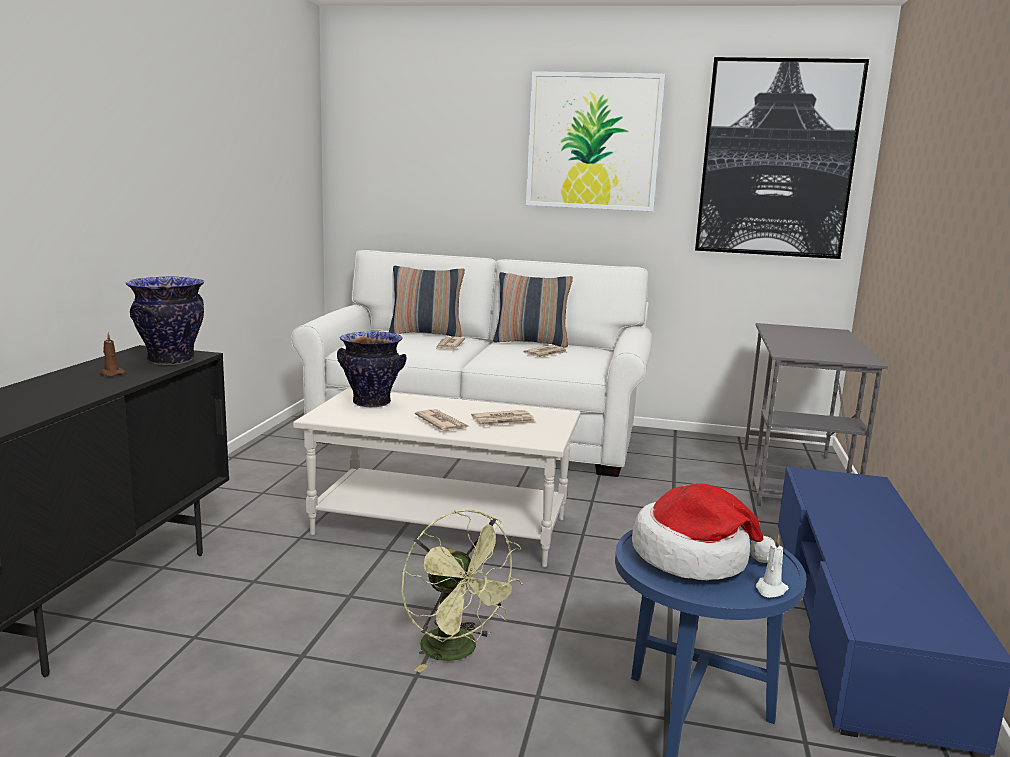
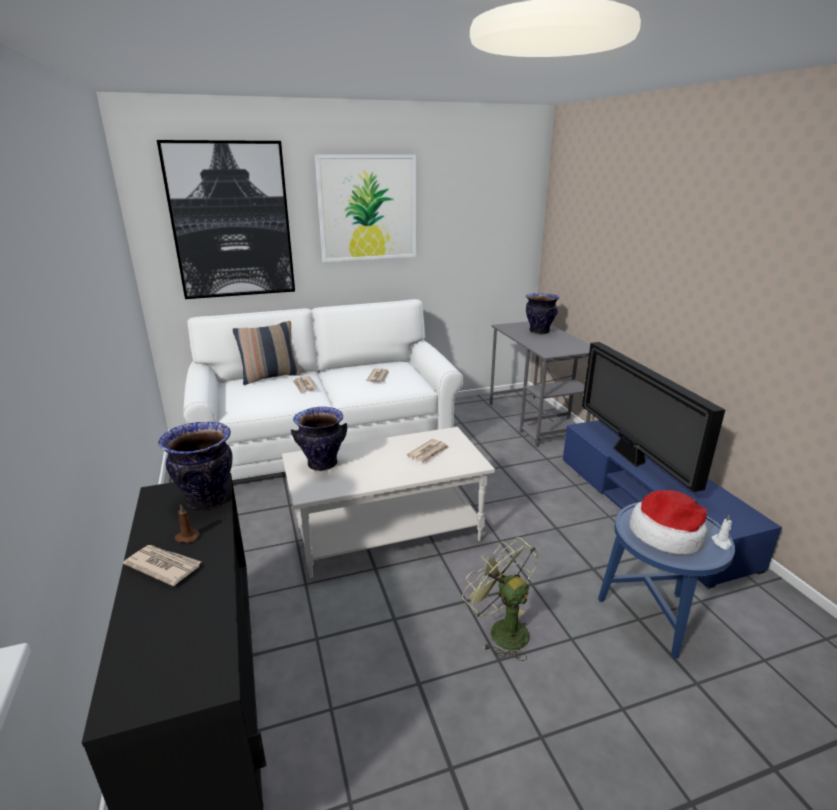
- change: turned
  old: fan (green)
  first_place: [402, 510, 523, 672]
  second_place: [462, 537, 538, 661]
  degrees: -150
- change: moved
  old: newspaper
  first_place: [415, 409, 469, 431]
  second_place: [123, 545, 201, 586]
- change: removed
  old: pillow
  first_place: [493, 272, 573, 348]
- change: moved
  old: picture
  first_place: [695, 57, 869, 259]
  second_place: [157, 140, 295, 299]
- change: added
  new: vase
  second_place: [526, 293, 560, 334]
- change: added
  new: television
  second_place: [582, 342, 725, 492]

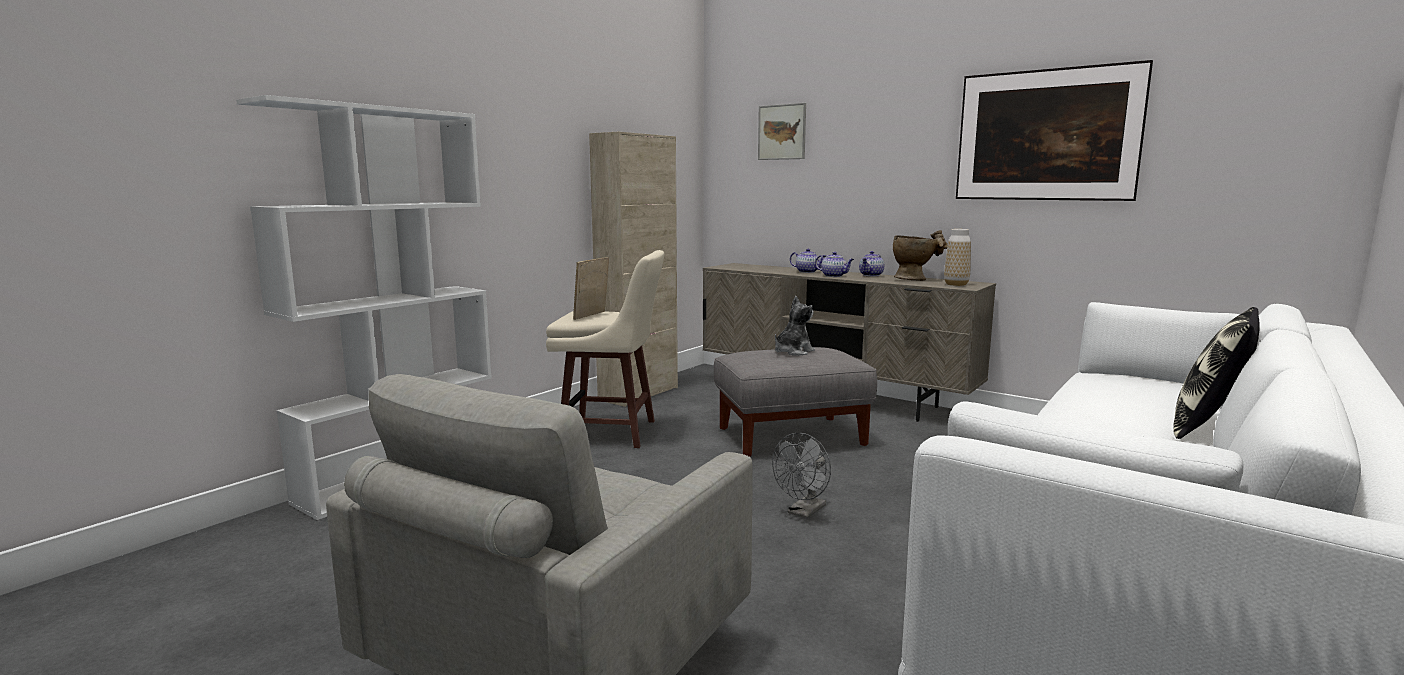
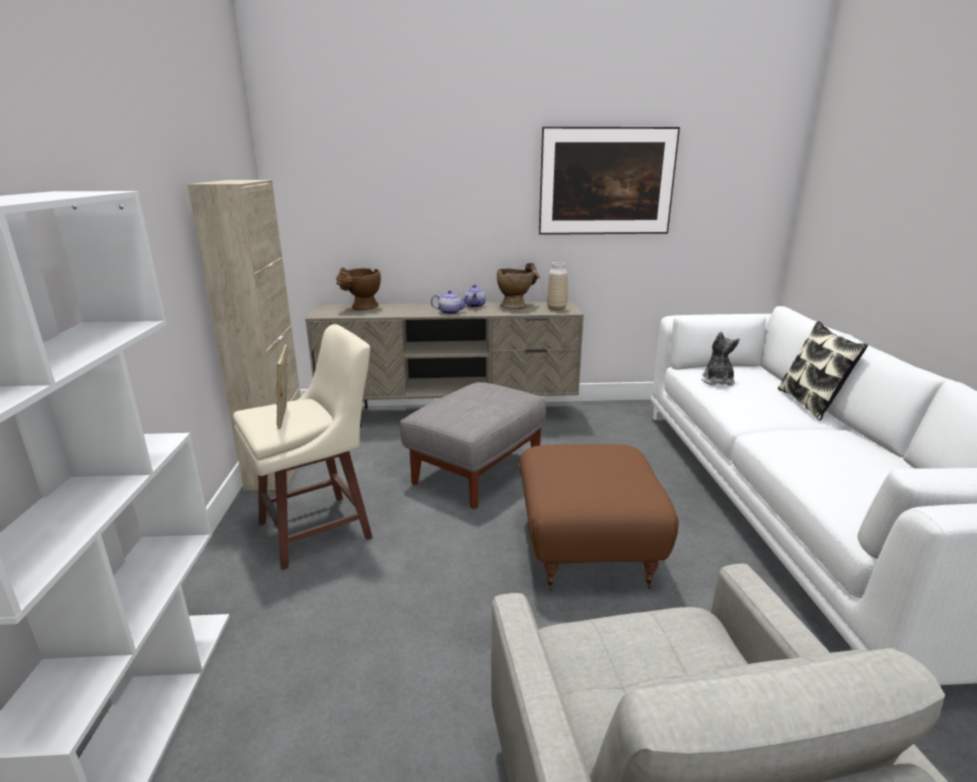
- change: removed
  old: picture
  first_place: [758, 103, 806, 160]
- change: replaced
  old: fan (grey)
  new: ottoman (brown)
  first_place: [772, 433, 831, 519]
  second_place: [519, 444, 679, 590]
- change: moved
  old: plush toy
  first_place: [775, 296, 815, 356]
  second_place: [702, 332, 740, 386]
- change: removed
  old: teapot
  first_place: [790, 249, 826, 273]
- change: added
  new: vase (brown)
  second_place: [336, 267, 381, 310]

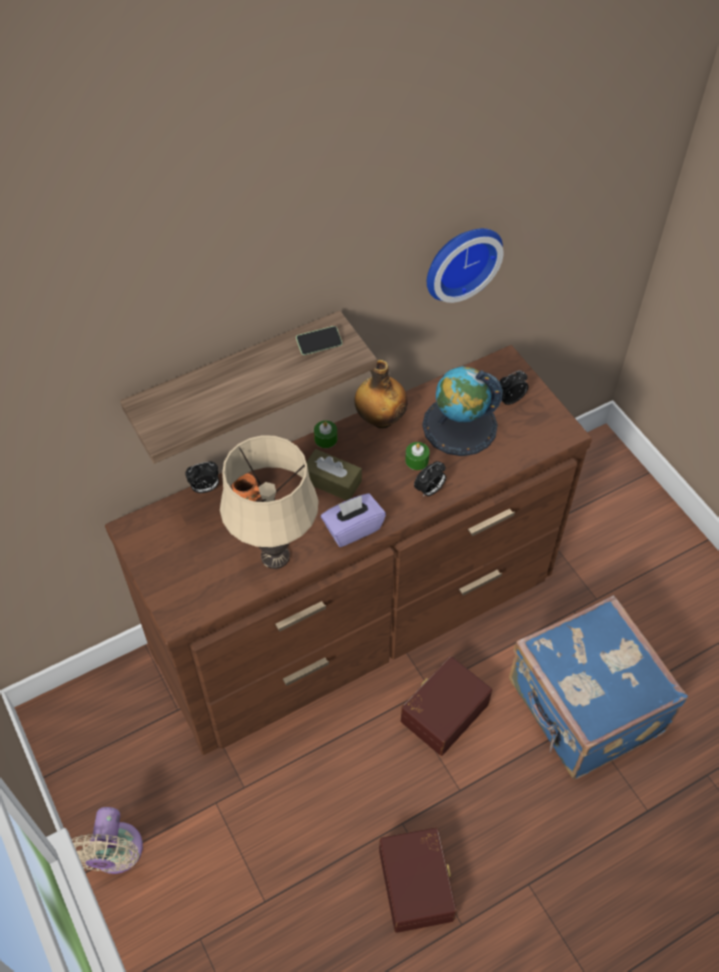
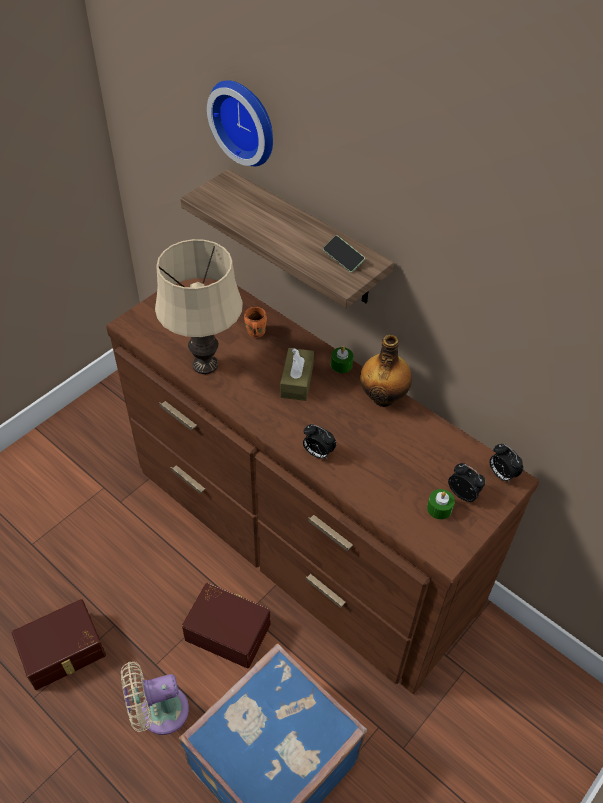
- change: moved
  old: fan (beige)
  first_place: [72, 807, 143, 874]
  second_place: [121, 662, 189, 735]
- change: moved
  old: alarm clock
  first_place: [185, 461, 219, 493]
  second_place: [489, 444, 523, 482]
- change: removed
  old: tissue box (purple)
  first_place: [321, 493, 386, 547]
- change: moved
  old: candle (green)
  first_place: [405, 442, 430, 470]
  second_place: [427, 489, 455, 519]
- change: removed
  old: globe
  first_place: [422, 366, 503, 456]
- change: moved
  old: wall clock
  first_place: [427, 228, 504, 303]
  second_place: [207, 80, 273, 166]

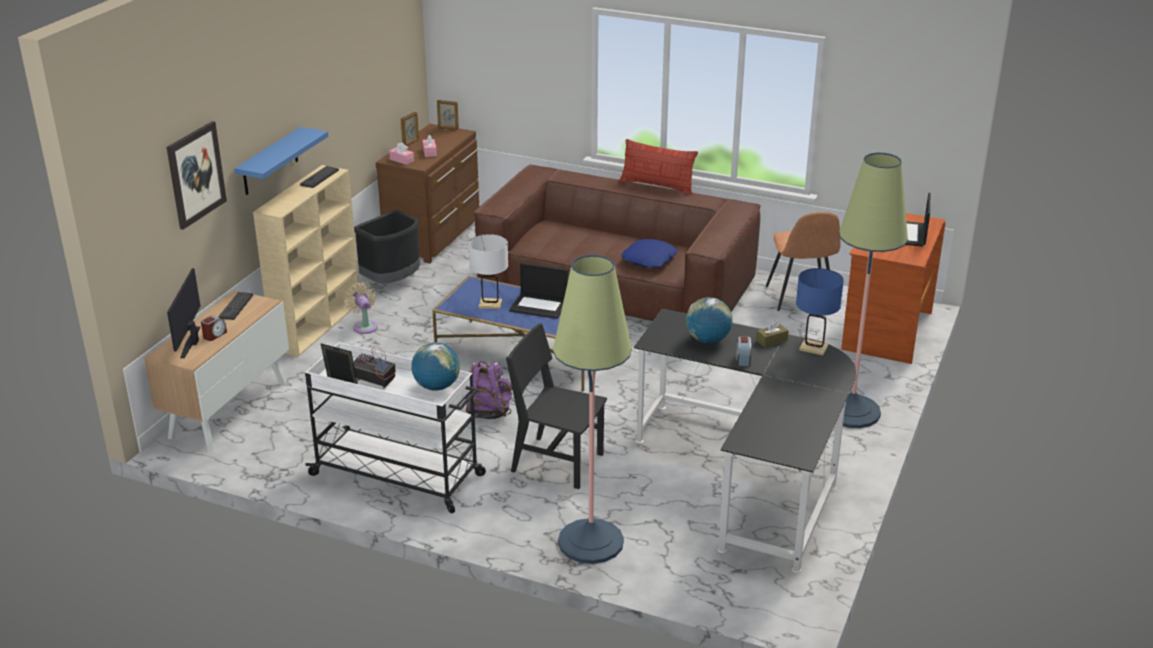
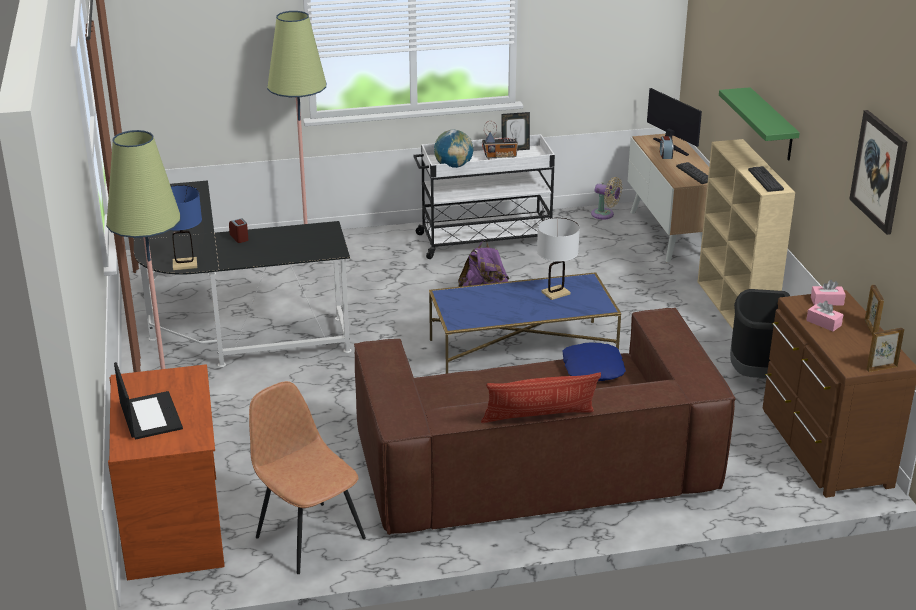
- change: moved
  old: picture
  first_place: [167, 121, 227, 230]
  second_place: [849, 110, 907, 235]
- change: recoloured
  old: shelf (blue)
  new: shelf (green)
  first_place: [234, 127, 328, 195]
  second_place: [719, 87, 800, 160]
- change: moved
  old: fan (beige)
  first_place: [344, 283, 378, 334]
  second_place: [591, 177, 622, 219]
- change: removed
  old: chair (black)
  first_place: [506, 323, 607, 489]
- change: removed
  old: laptop
  first_place: [509, 263, 568, 319]
- change: moved
  old: pillow (blue)
  first_place: [621, 239, 678, 268]
  second_place: [562, 342, 626, 381]
- change: removed
  old: globe
  first_place: [686, 297, 733, 344]
- change: removed
  old: tissue box (brown)
  first_place: [756, 320, 789, 348]

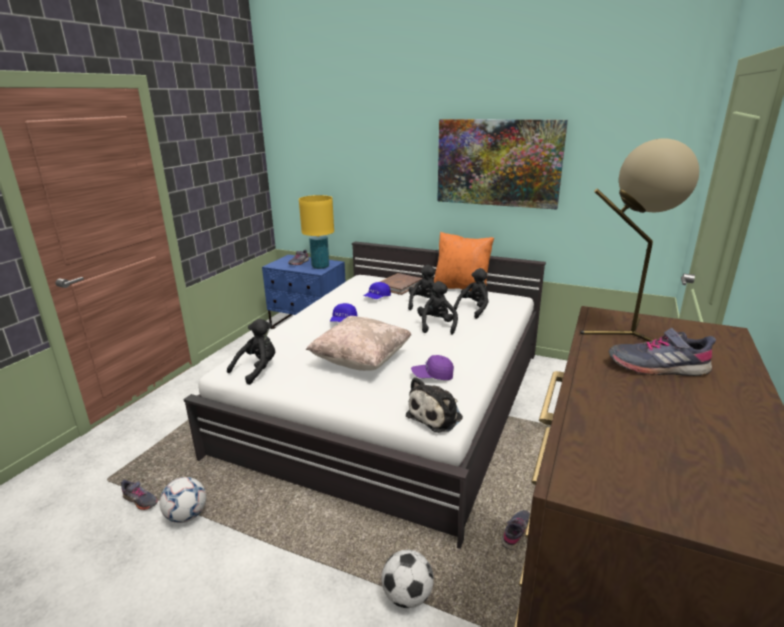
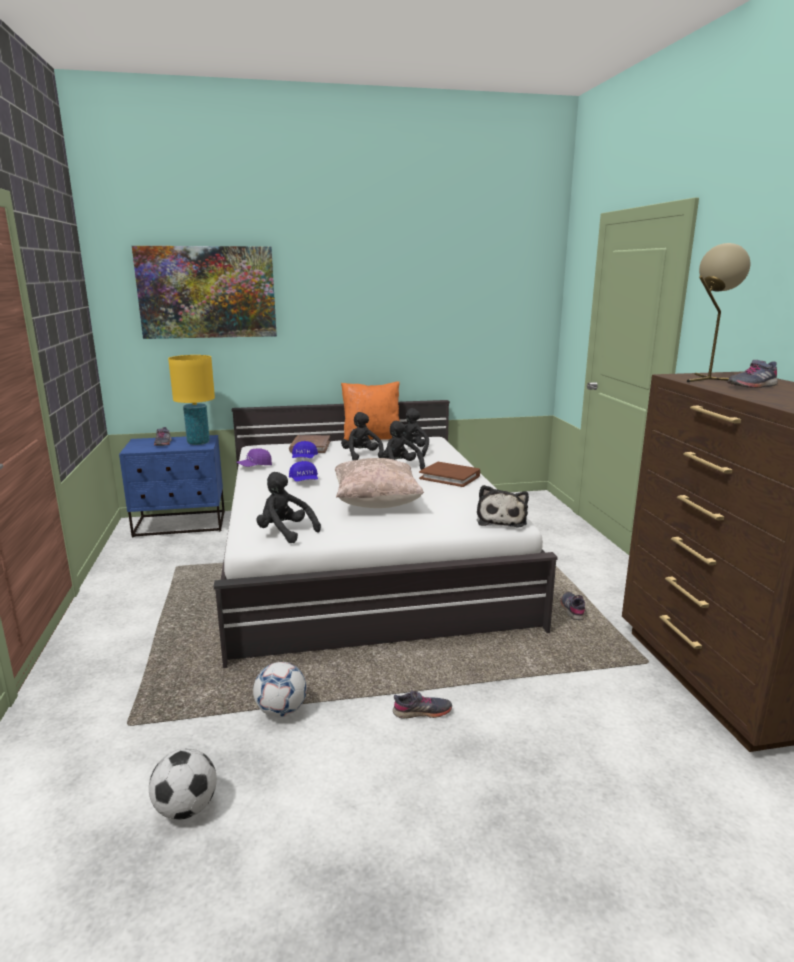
- change: moved
  old: shoe (grey)
  first_place: [121, 479, 158, 510]
  second_place: [393, 690, 452, 719]
- change: turned
  old: plush toy (black)
  first_place: [227, 319, 275, 385]
  second_place: [256, 472, 321, 543]
  degrees: -60
- change: moved
  old: football
  first_place: [382, 550, 434, 608]
  second_place: [149, 748, 217, 820]
- change: moved
  old: cap (purple)
  first_place: [411, 355, 454, 380]
  second_place: [236, 448, 272, 467]
- change: moved
  old: picture
  first_place: [437, 119, 568, 210]
  second_place: [132, 246, 277, 339]
- change: added
  new: book (brown)
  second_place: [419, 462, 480, 487]

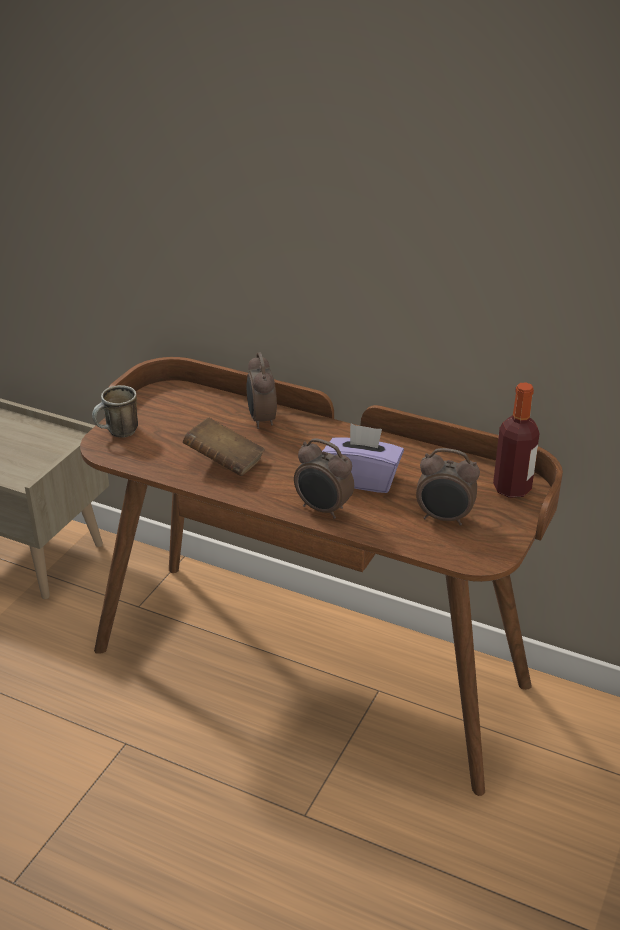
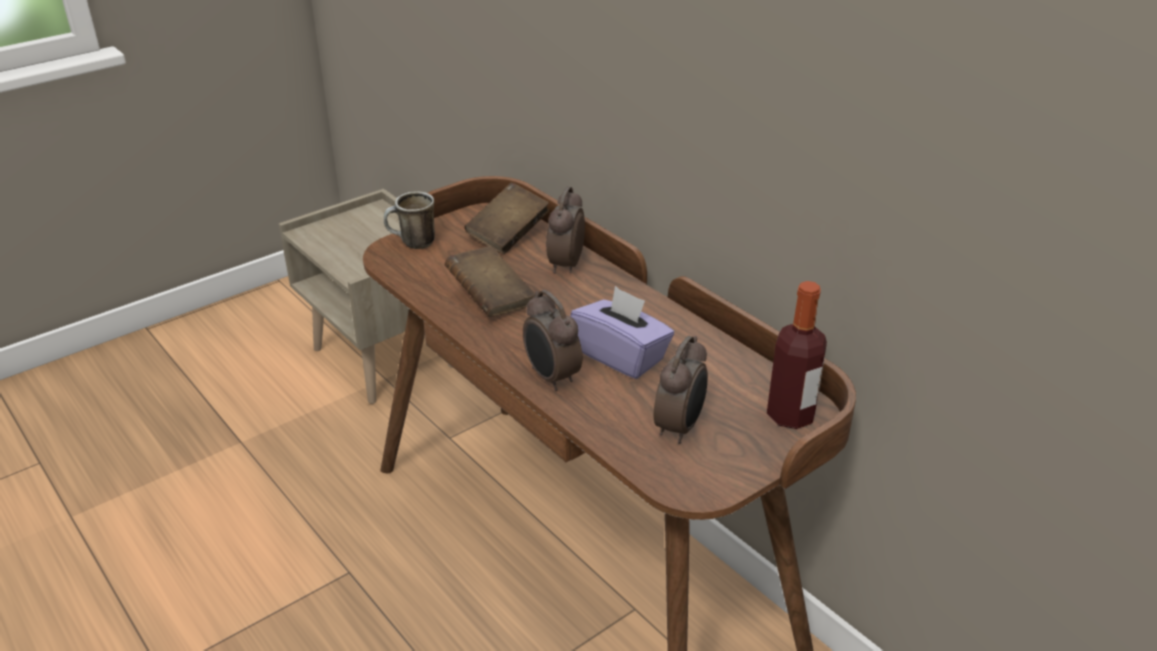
- change: turned
  old: alarm clock
  first_place: [416, 448, 480, 526]
  second_place: [654, 336, 708, 444]
  degrees: -105
- change: added
  new: book (brown)
  second_place: [465, 182, 549, 254]

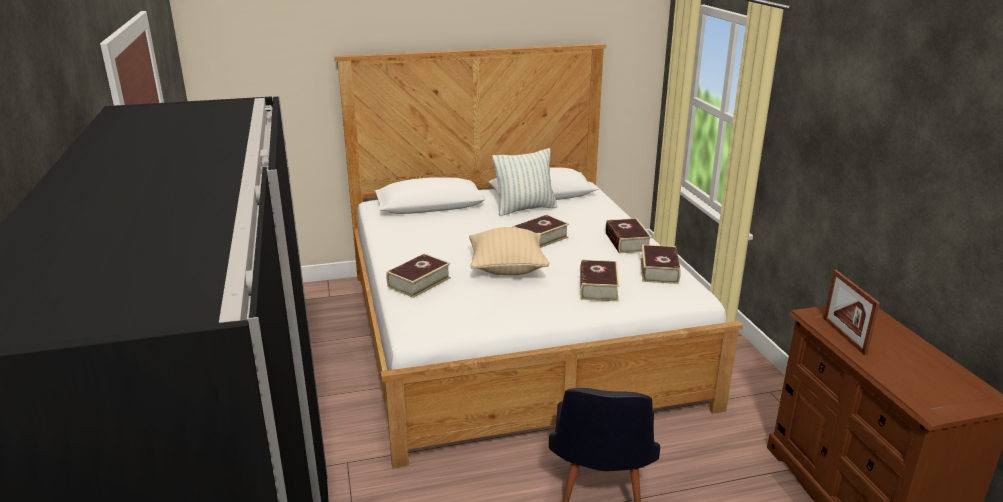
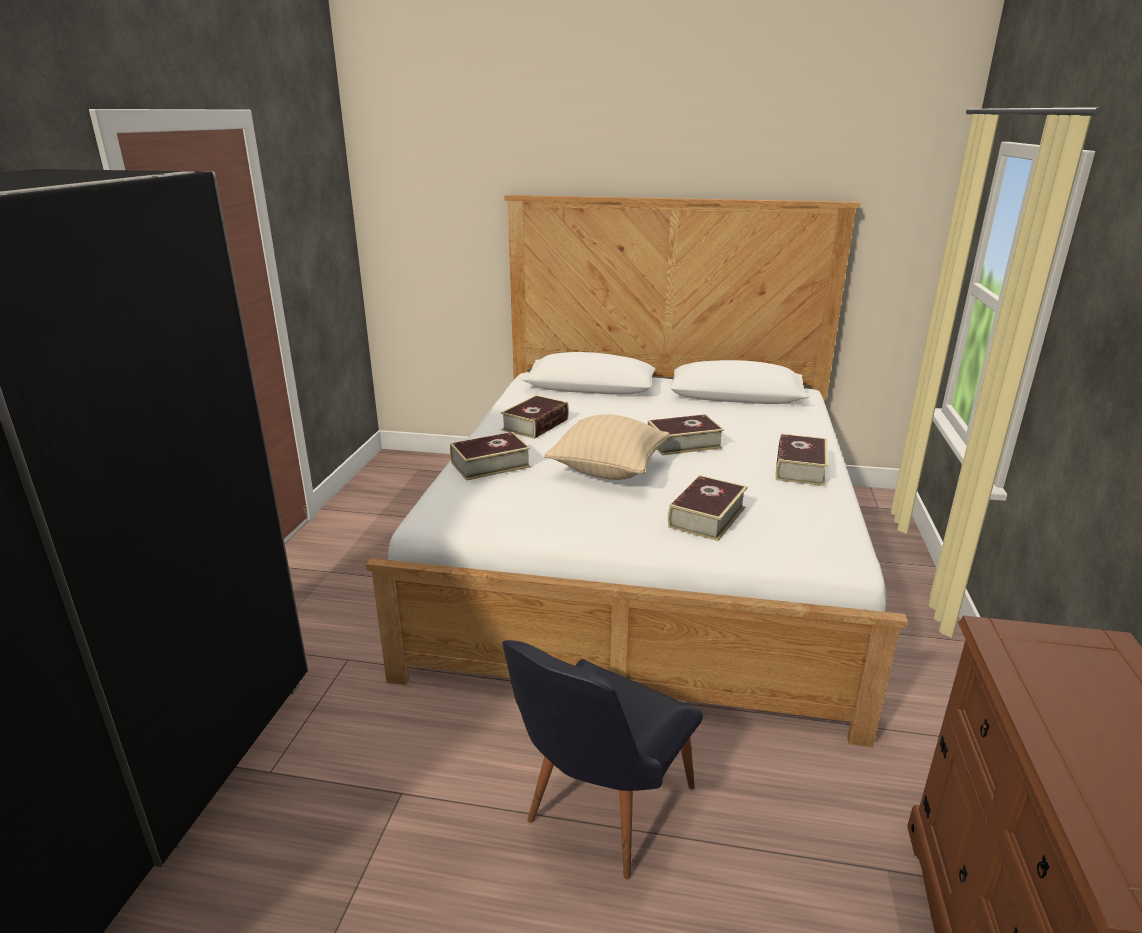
- change: removed
  old: pillow
  first_place: [492, 148, 557, 216]
- change: moved
  old: book
  first_place: [641, 245, 681, 284]
  second_place: [501, 395, 569, 439]
- change: removed
  old: picture frame
  first_place: [823, 270, 880, 355]

